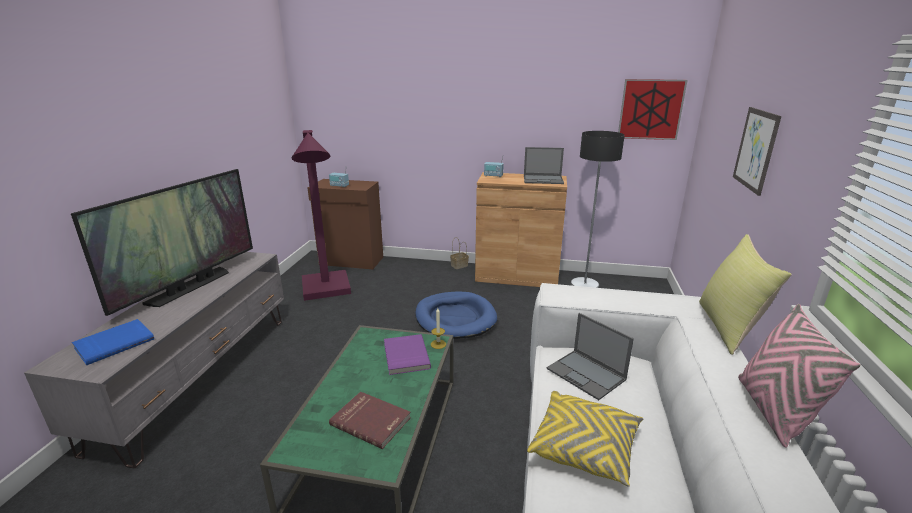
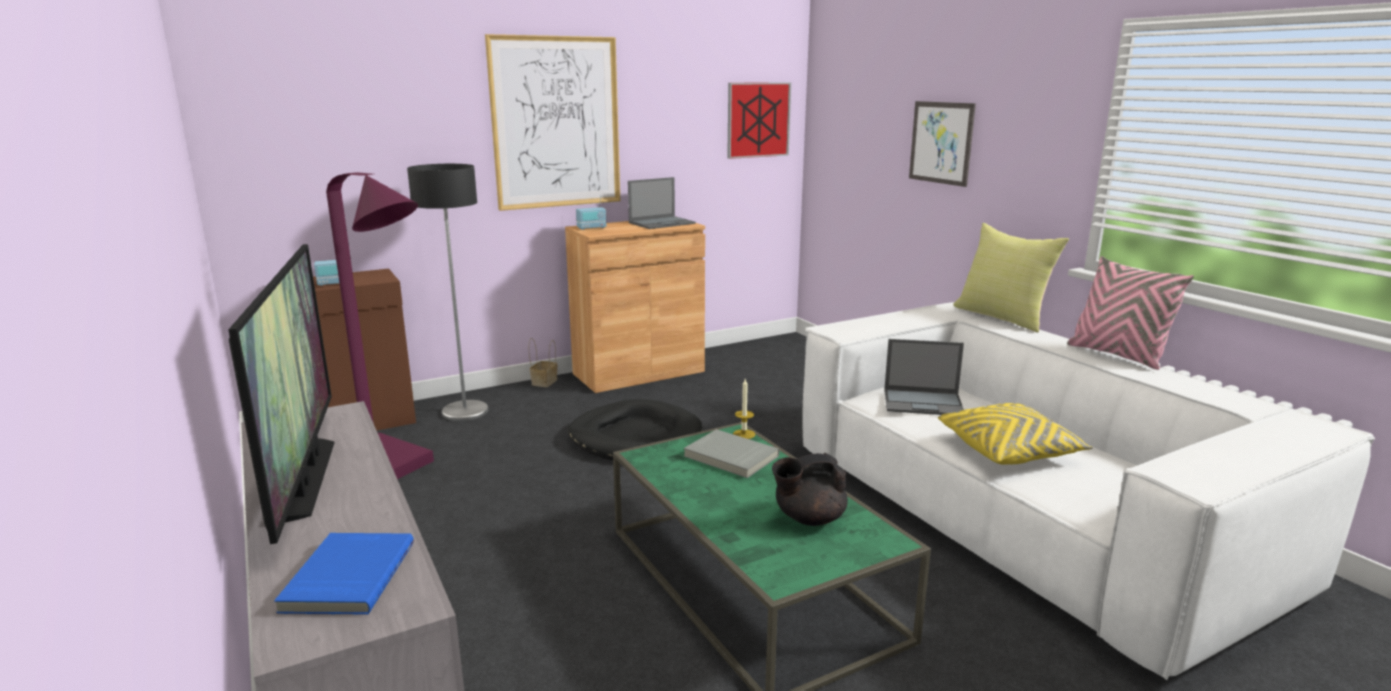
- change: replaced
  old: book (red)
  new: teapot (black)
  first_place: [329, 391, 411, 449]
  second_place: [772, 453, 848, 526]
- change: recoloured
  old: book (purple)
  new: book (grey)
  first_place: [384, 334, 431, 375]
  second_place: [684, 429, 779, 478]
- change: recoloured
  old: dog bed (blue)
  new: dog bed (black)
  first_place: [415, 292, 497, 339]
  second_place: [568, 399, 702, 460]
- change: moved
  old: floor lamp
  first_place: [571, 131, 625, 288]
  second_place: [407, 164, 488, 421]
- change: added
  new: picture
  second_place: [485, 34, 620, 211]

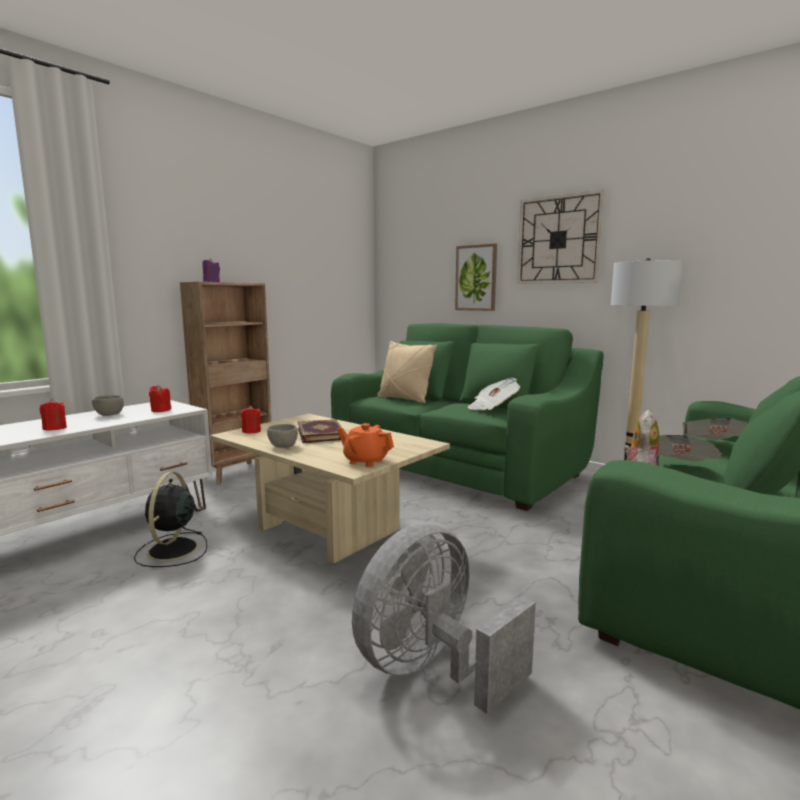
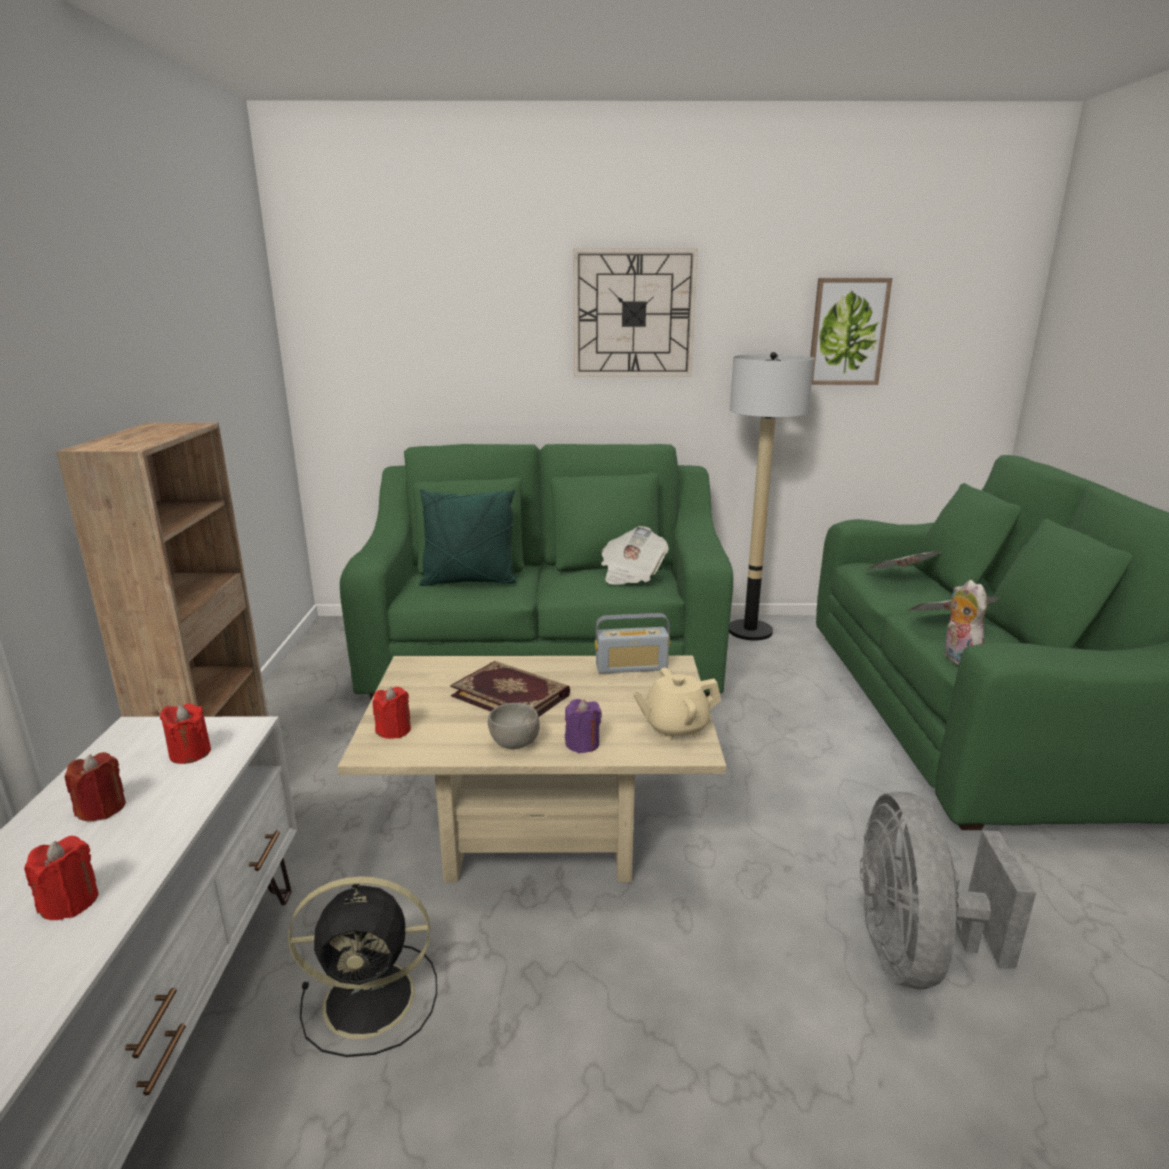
- change: replaced
  old: bowl (grey)
  new: candle (red)
  first_place: [92, 395, 124, 416]
  second_place: [65, 752, 126, 821]
- change: turned
  old: fan (black)
  first_place: [134, 472, 207, 567]
  second_place: [288, 876, 437, 1057]
  degrees: -60
- change: moved
  old: candle (purple)
  first_place: [203, 258, 220, 282]
  second_place: [565, 699, 602, 753]
- change: recoloured
  old: teapot (orange)
  new: teapot (beige)
  first_place: [337, 423, 394, 467]
  second_place: [633, 668, 721, 740]
- change: recoloured
  old: pillow (beige)
  new: pillow (green)
  first_place: [377, 341, 437, 403]
  second_place: [419, 489, 517, 586]
- change: moved
  old: picture
  first_place: [455, 244, 497, 311]
  second_place: [810, 278, 892, 385]
- change: added
  new: radio
  second_place: [595, 613, 670, 674]

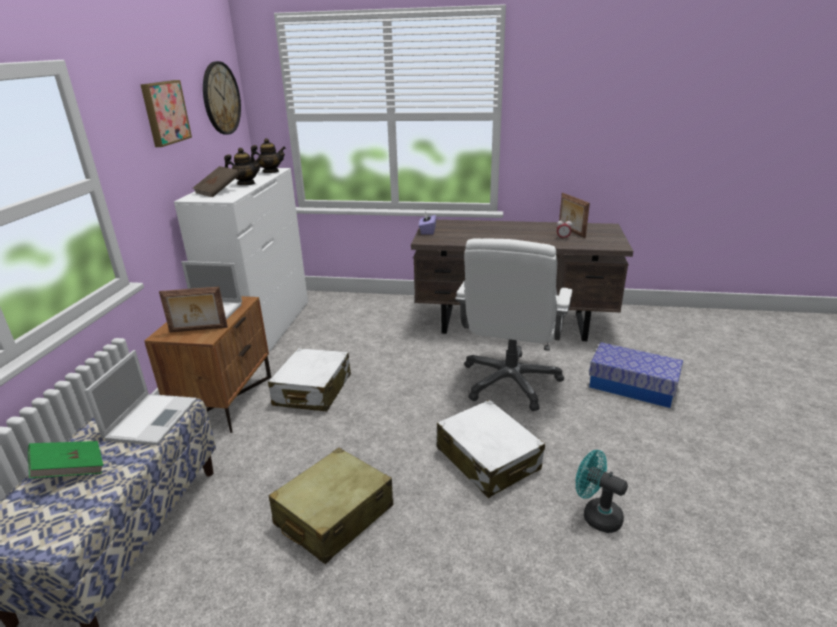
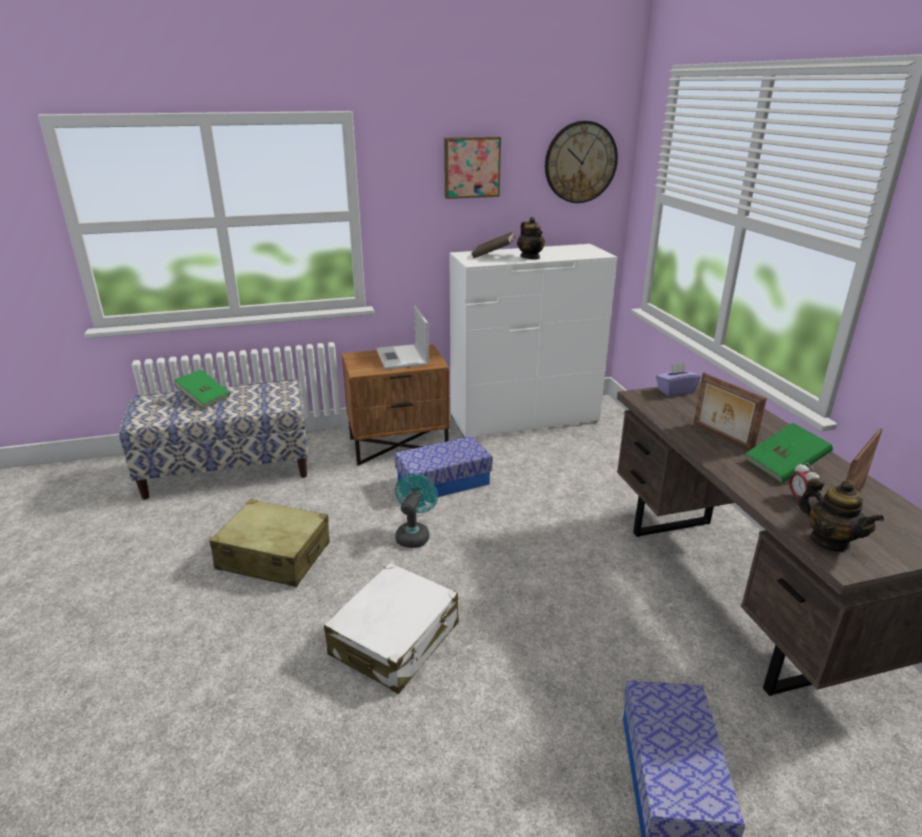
- change: removed
  old: laptop
  first_place: [84, 350, 197, 445]
- change: moved
  old: picture frame
  first_place: [159, 287, 228, 333]
  second_place: [694, 372, 767, 450]
- change: moved
  old: teapot
  first_place: [251, 138, 286, 173]
  second_place: [798, 478, 884, 552]
- change: replaced
  old: suitcase (white)
  new: storage box
  first_place: [268, 348, 351, 411]
  second_place: [394, 436, 493, 501]
- change: removed
  old: office chair (white)
  first_place: [455, 238, 572, 411]
- change: moved
  old: fan (turquoise)
  first_place: [576, 450, 628, 533]
  second_place: [395, 473, 438, 548]
- change: added
  new: book (green)
  second_place: [745, 423, 833, 484]

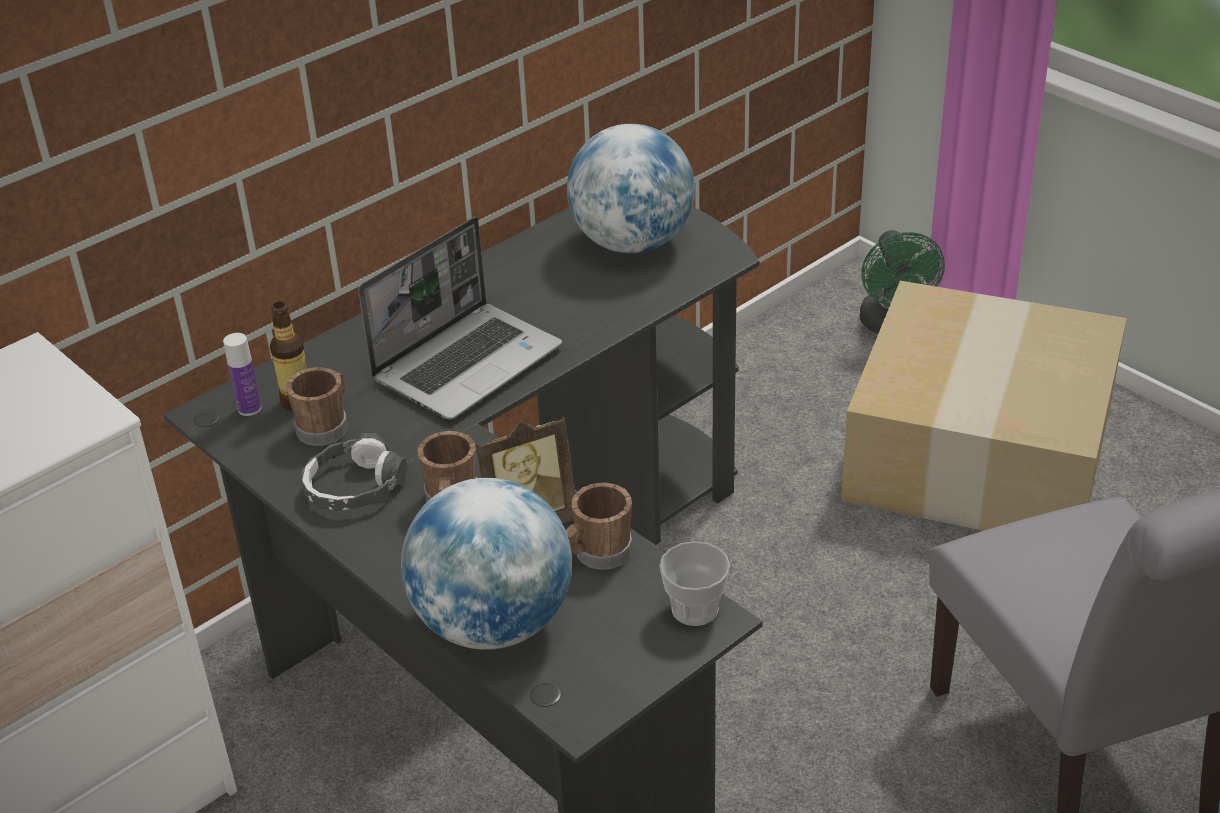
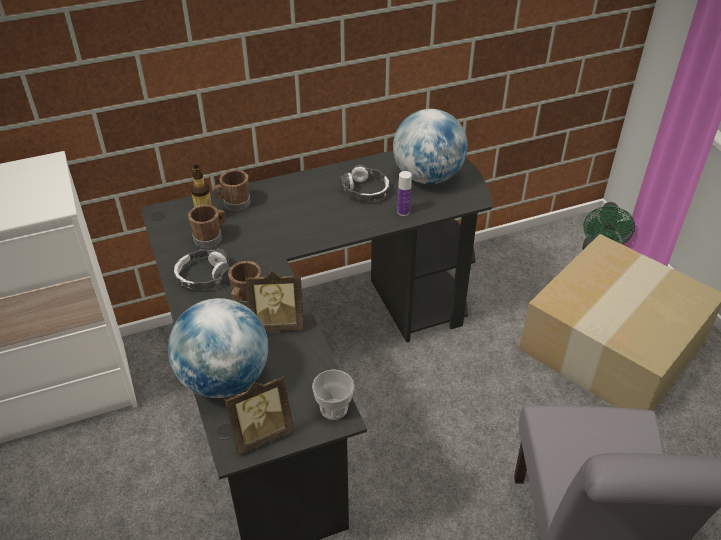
- change: moved
  old: bottle
  first_place: [223, 333, 262, 416]
  second_place: [397, 171, 412, 216]
- change: removed
  old: laptop
  first_place: [358, 217, 562, 420]
- change: moved
  old: mug (brown)
  first_place: [566, 482, 632, 570]
  second_place: [213, 170, 250, 211]
- change: added
  new: picture frame
  second_place: [224, 375, 294, 455]
- change: added
  new: headphones
  second_place: [340, 164, 390, 201]

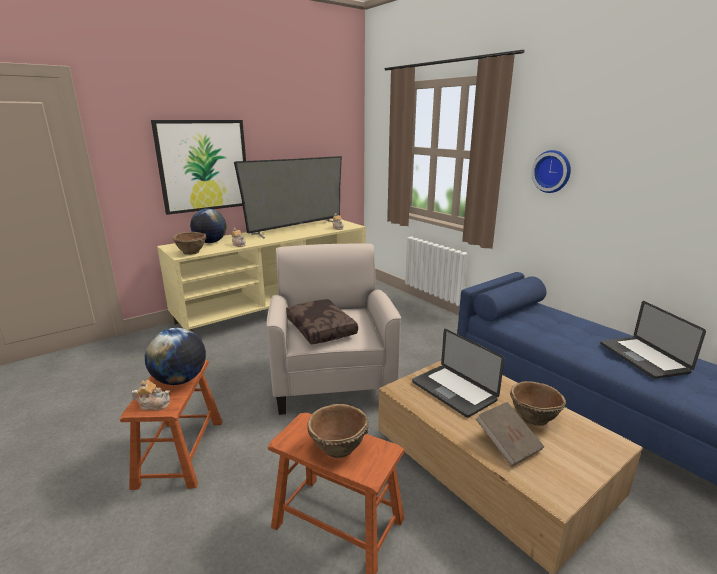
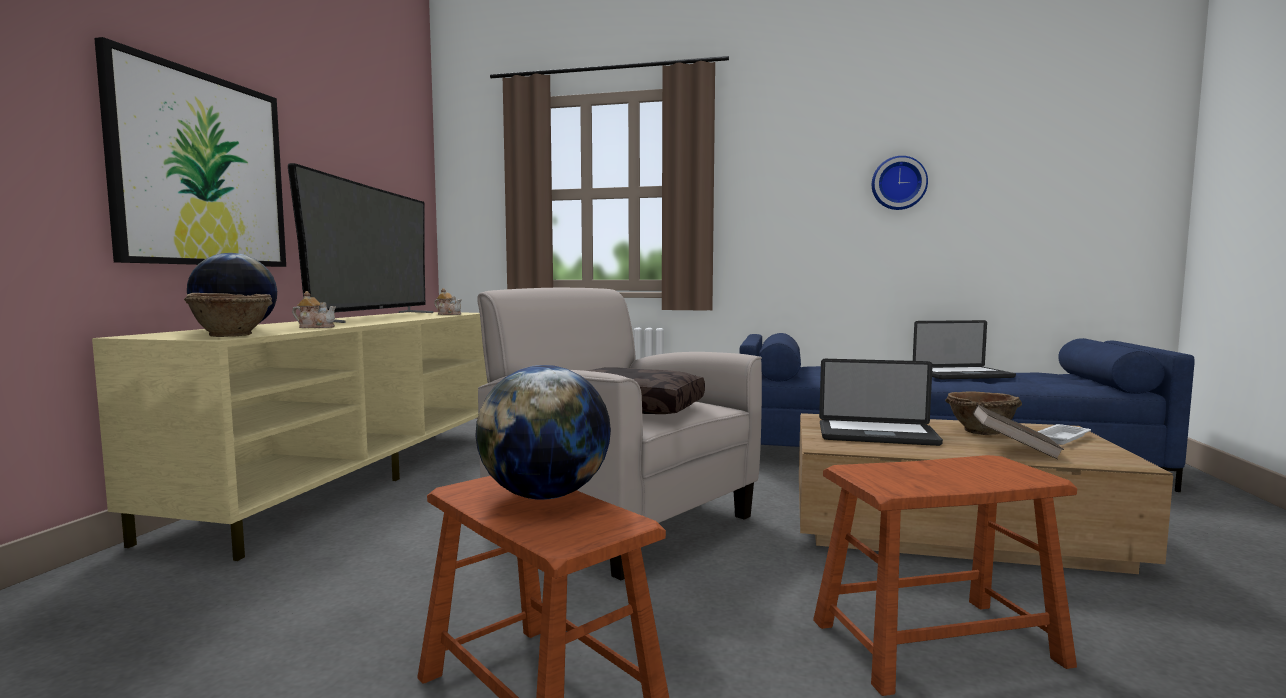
- change: removed
  old: teapot
  first_place: [132, 380, 170, 410]
- change: removed
  old: bowl (brown)
  first_place: [307, 404, 369, 458]
- change: moved
  old: wall clock
  first_place: [531, 150, 571, 193]
  second_place: [872, 156, 928, 210]
- change: turned
  old: laptop
  first_place: [600, 301, 706, 379]
  second_place: [913, 320, 1016, 379]
  degrees: -45
- change: added
  new: tray (white)
  second_place: [1037, 424, 1091, 445]

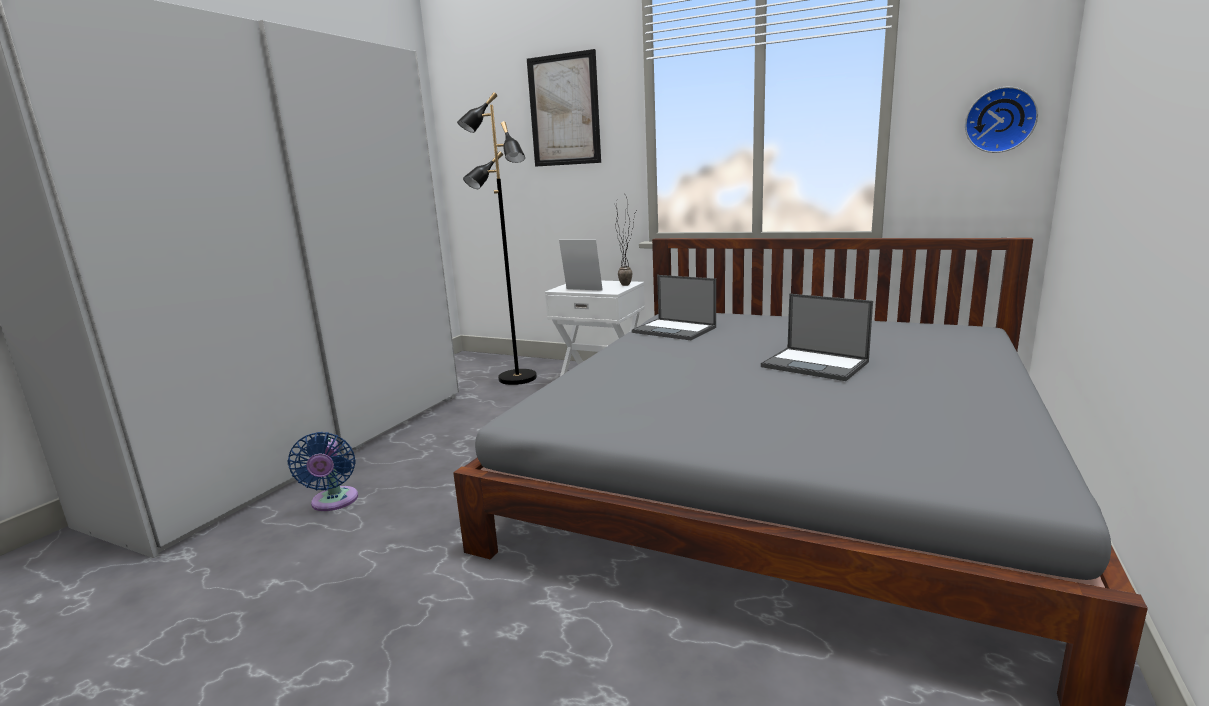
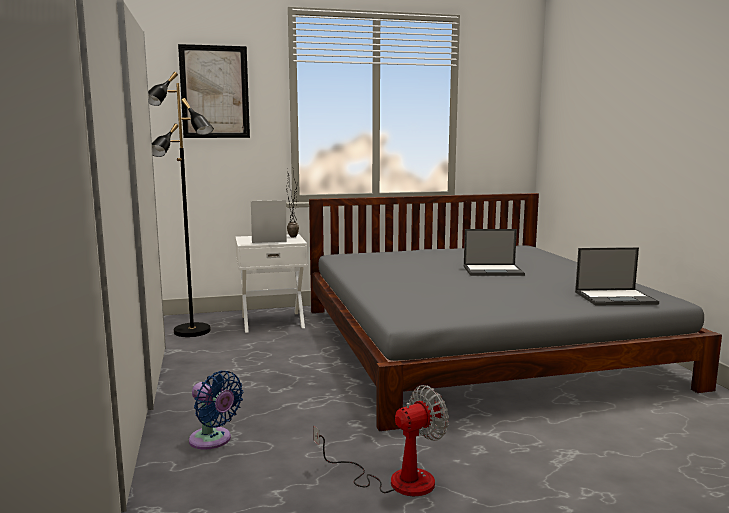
- change: moved
  old: laptop
  first_place: [632, 275, 716, 340]
  second_place: [575, 247, 659, 306]
- change: removed
  old: wall clock
  first_place: [965, 87, 1038, 153]
- change: added
  new: fan
  second_place: [313, 385, 449, 496]

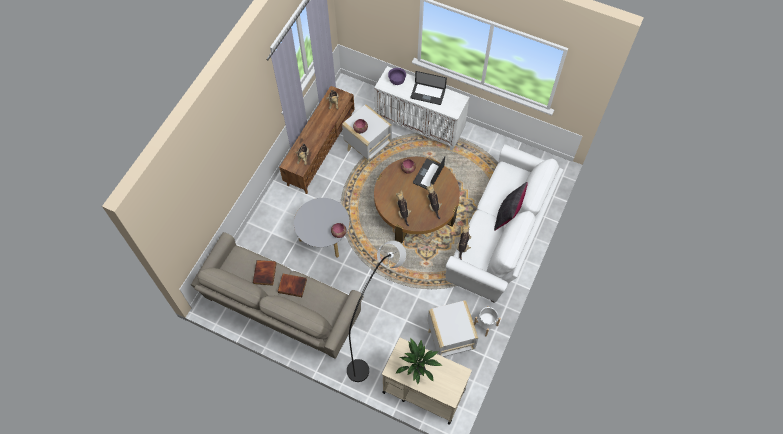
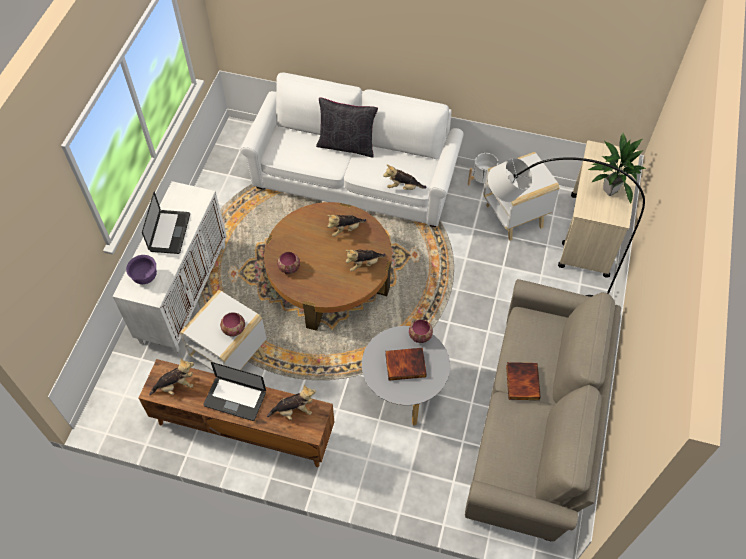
- change: moved
  old: book
  first_place: [253, 260, 277, 286]
  second_place: [385, 348, 427, 381]
- change: moved
  old: laptop
  first_place: [413, 156, 445, 189]
  second_place: [203, 362, 266, 421]

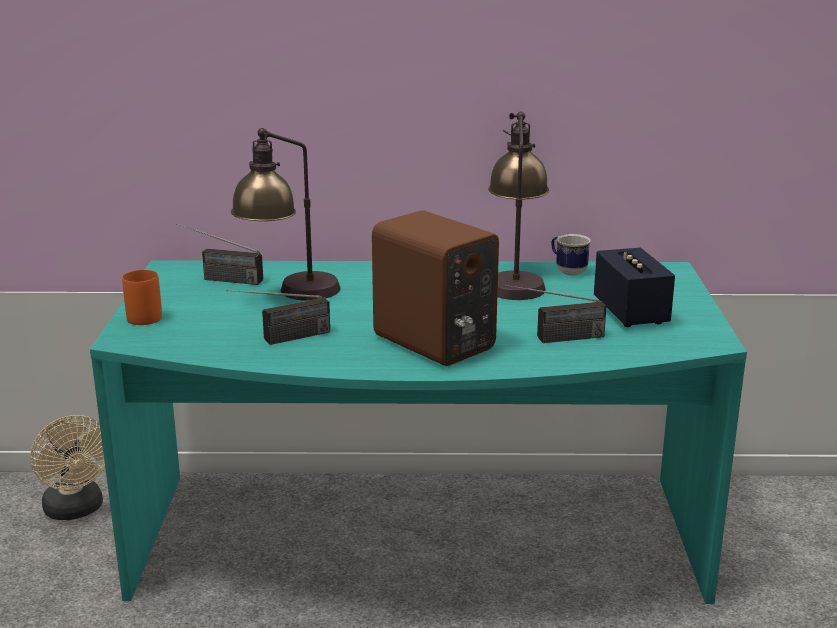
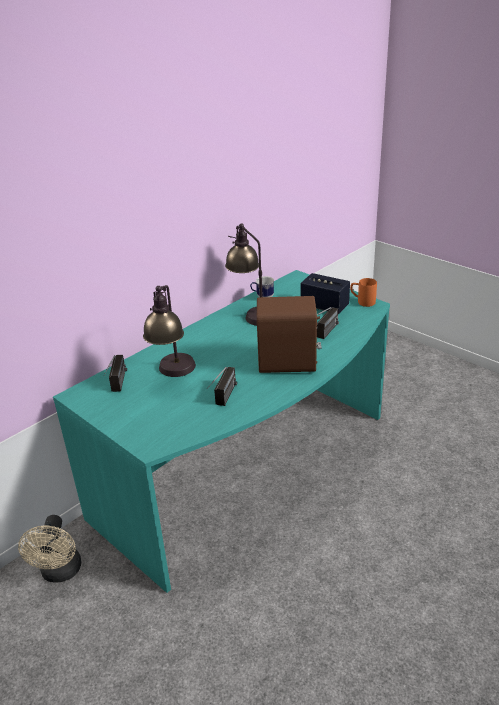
- change: turned
  old: fan (beige)
  first_place: [30, 415, 105, 520]
  second_place: [18, 515, 81, 583]
  degrees: 75
- change: moved
  old: mug (orange)
  first_place: [122, 270, 162, 325]
  second_place: [350, 278, 377, 307]
- change: turned
  old: radio
  first_place: [177, 223, 263, 285]
  second_place: [104, 355, 127, 392]
  degrees: -60

